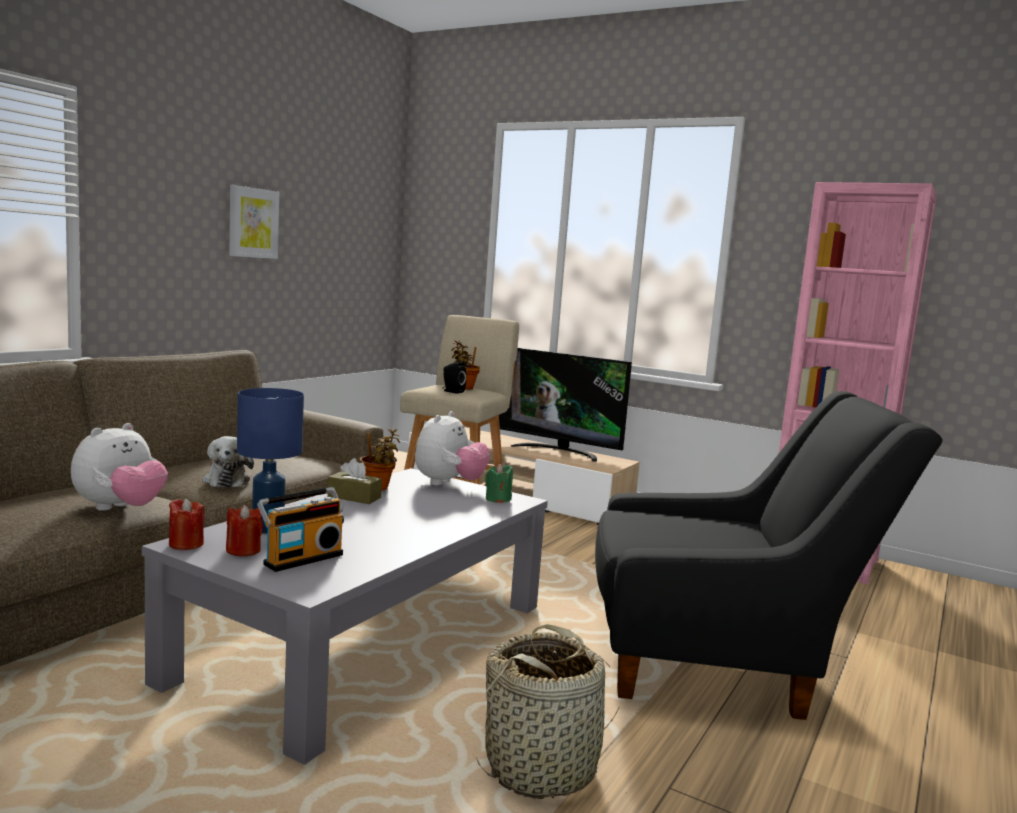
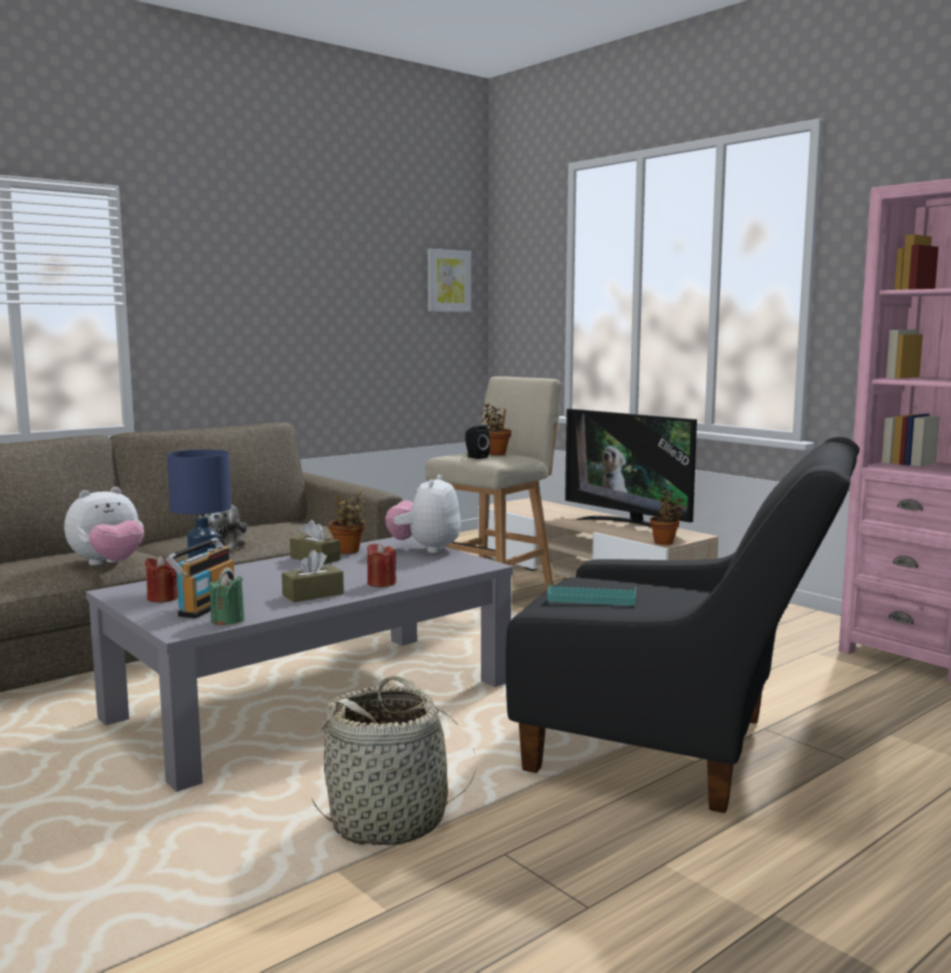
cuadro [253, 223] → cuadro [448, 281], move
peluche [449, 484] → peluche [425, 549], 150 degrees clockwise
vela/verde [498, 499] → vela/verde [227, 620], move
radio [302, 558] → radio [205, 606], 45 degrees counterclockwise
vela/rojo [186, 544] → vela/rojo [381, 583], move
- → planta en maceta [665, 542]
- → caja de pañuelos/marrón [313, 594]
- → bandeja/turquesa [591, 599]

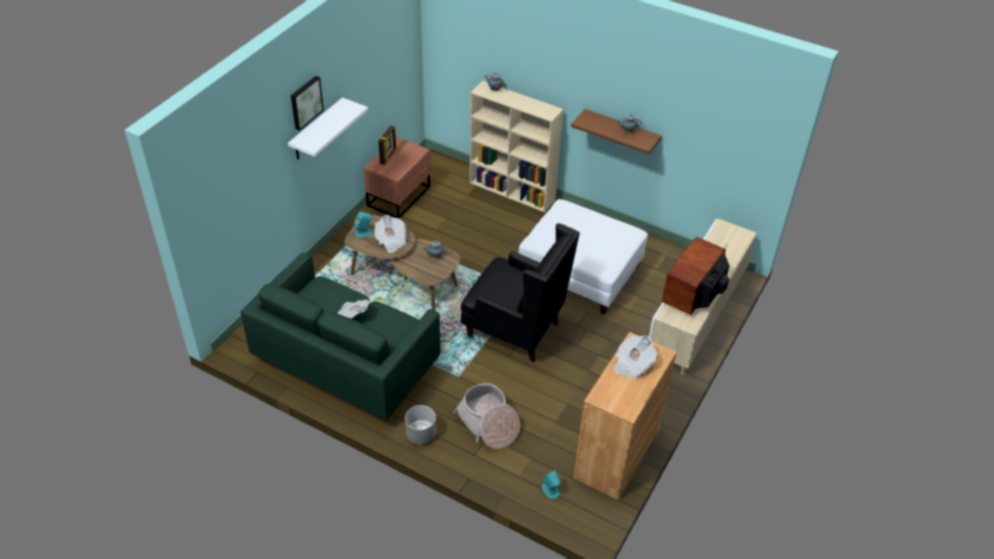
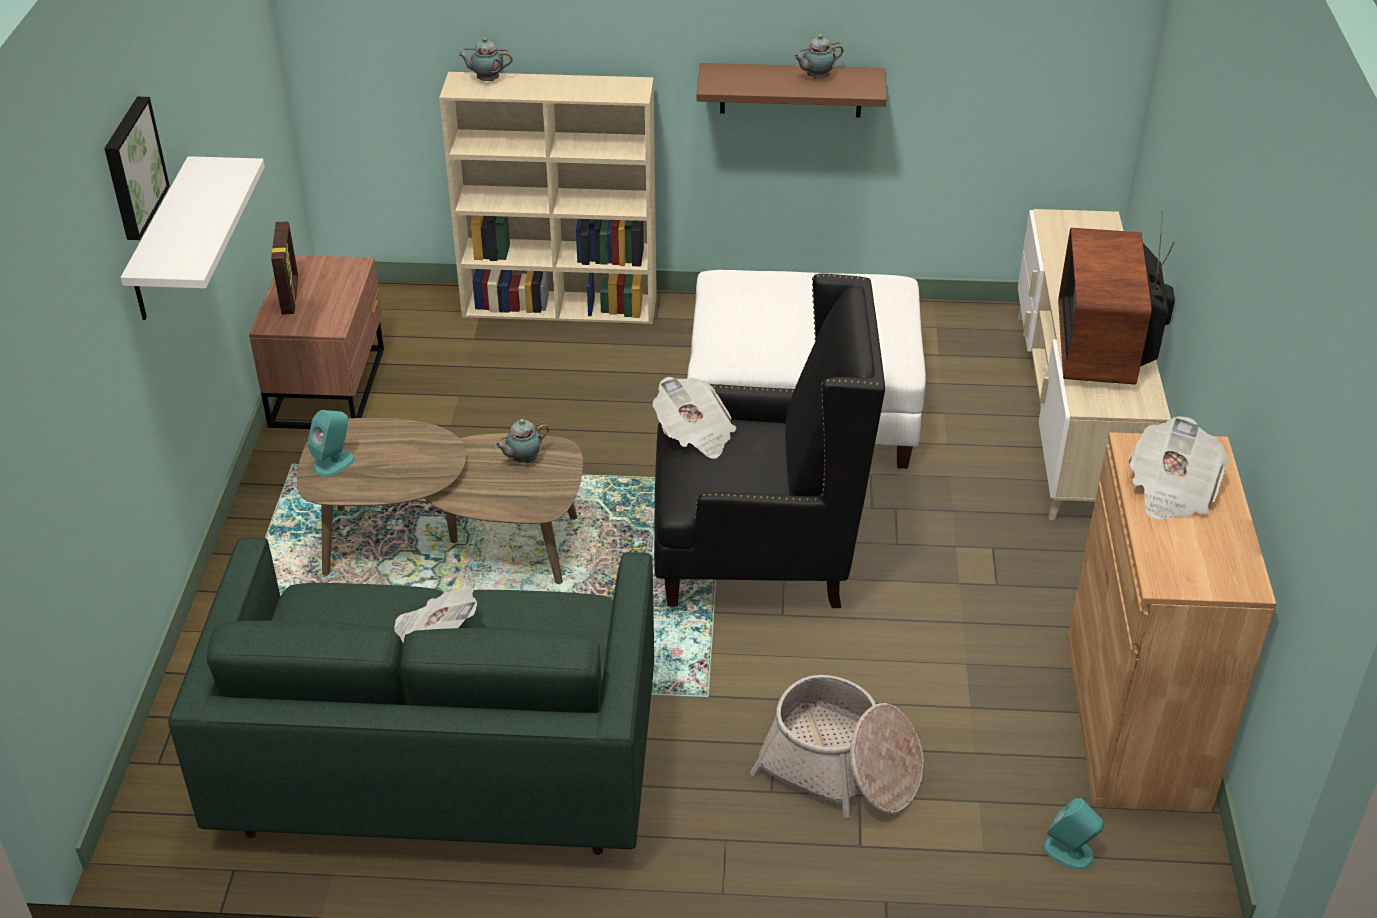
periódico [391, 241] → periódico [695, 434], move
maceta/gris [420, 435] → -

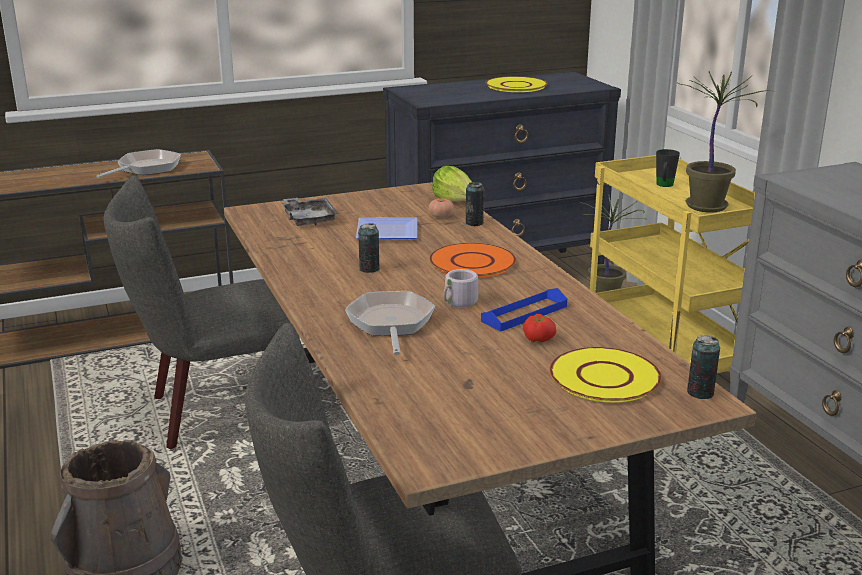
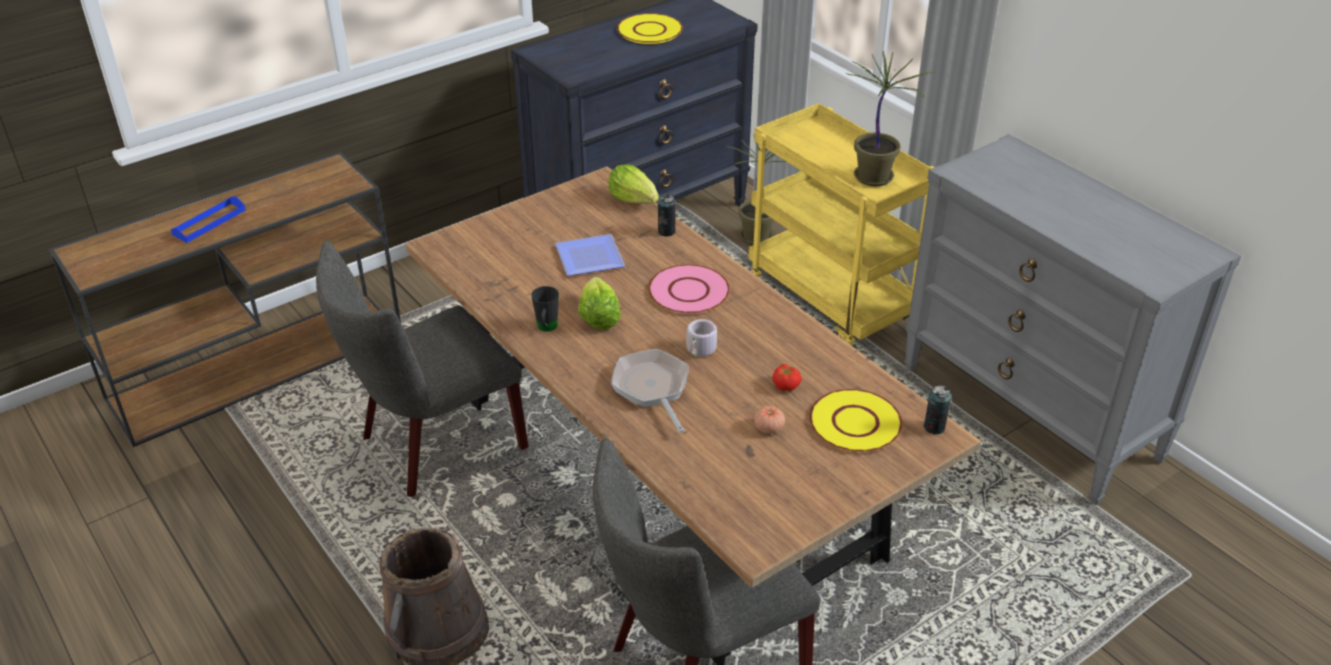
sartén [146, 168] → -
taza grande/negro [664, 186] → taza grande/negro [546, 329], move
bandeja/gris [309, 219] → -
tomate [441, 216] → tomate [768, 428], move
lata [369, 269] → lechuga [598, 317]
plato/naranja [473, 262] → plato/rosa [689, 291]
bandeja/azul [524, 314] → bandeja/azul [209, 222], move

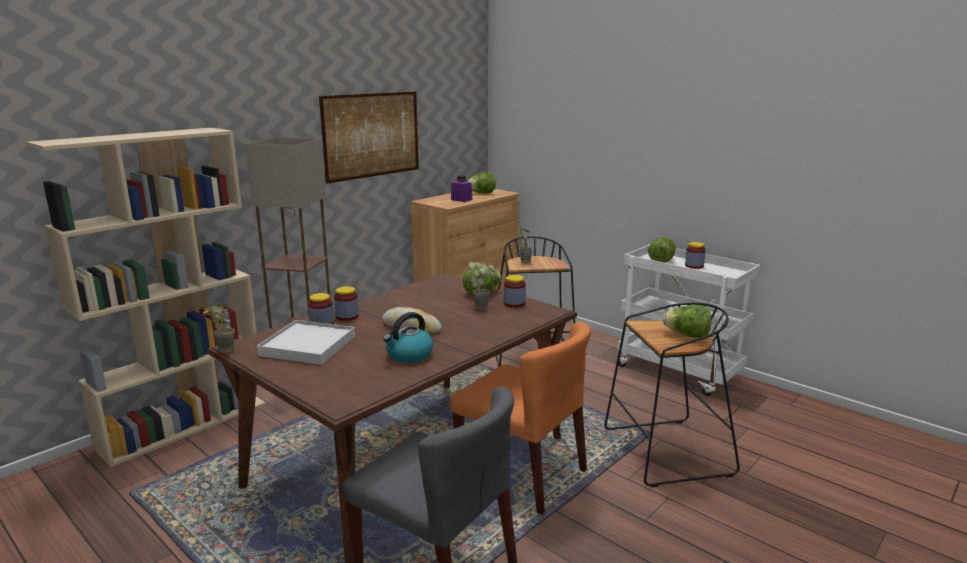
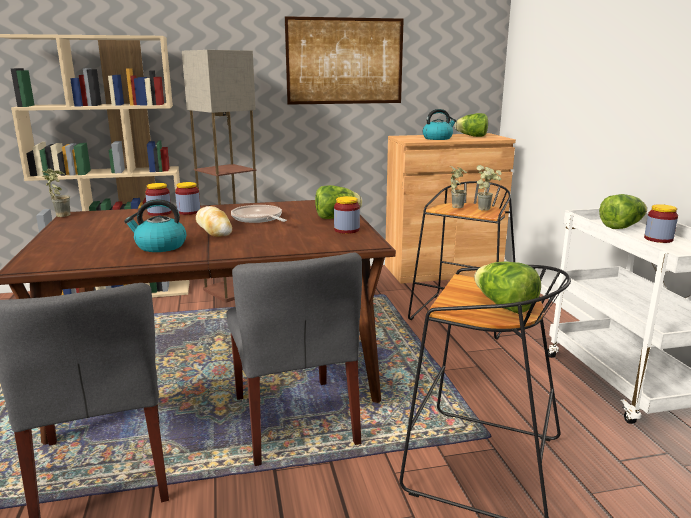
tarro/morado [461, 199] → hervidor [438, 138]
planta en maceta [482, 306] → planta en maceta [486, 209], move
bandeja/blanco [307, 346] → -
silla/naranja [522, 473] → silla/gris [295, 420]
- → sartén [258, 219]

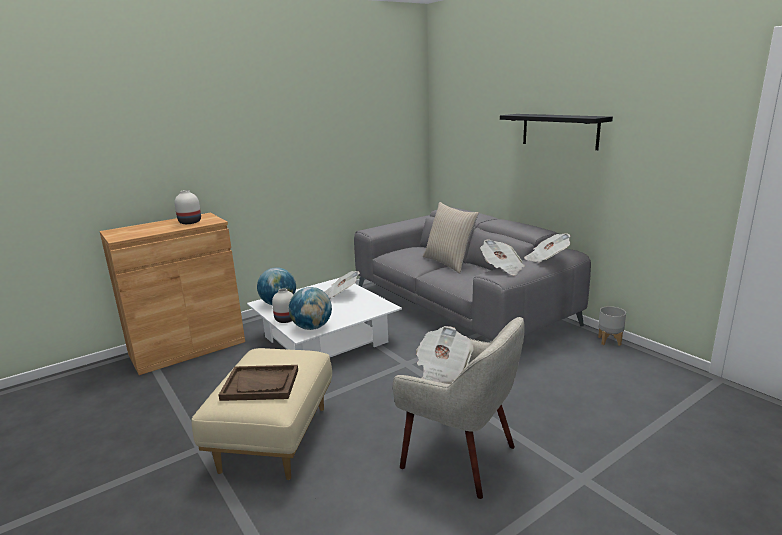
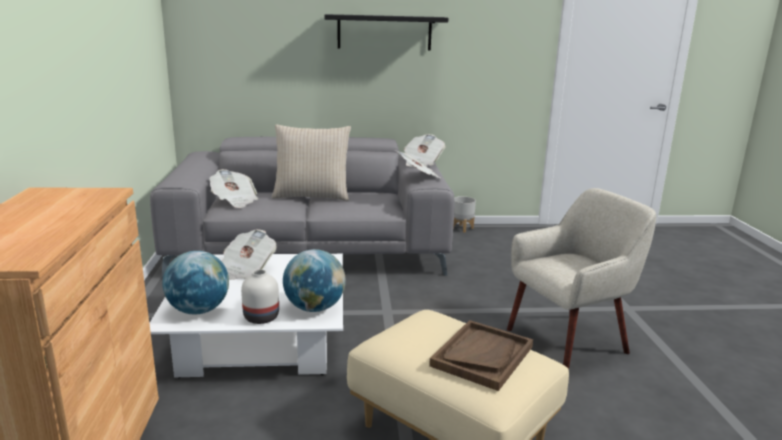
florero/blanco [190, 222] → -
periódico [442, 370] → periódico [234, 201], move

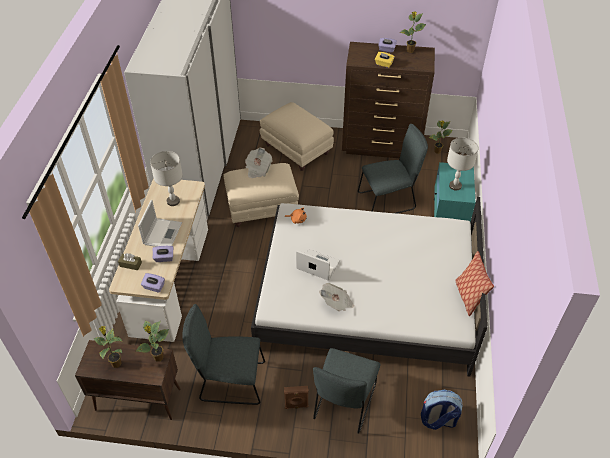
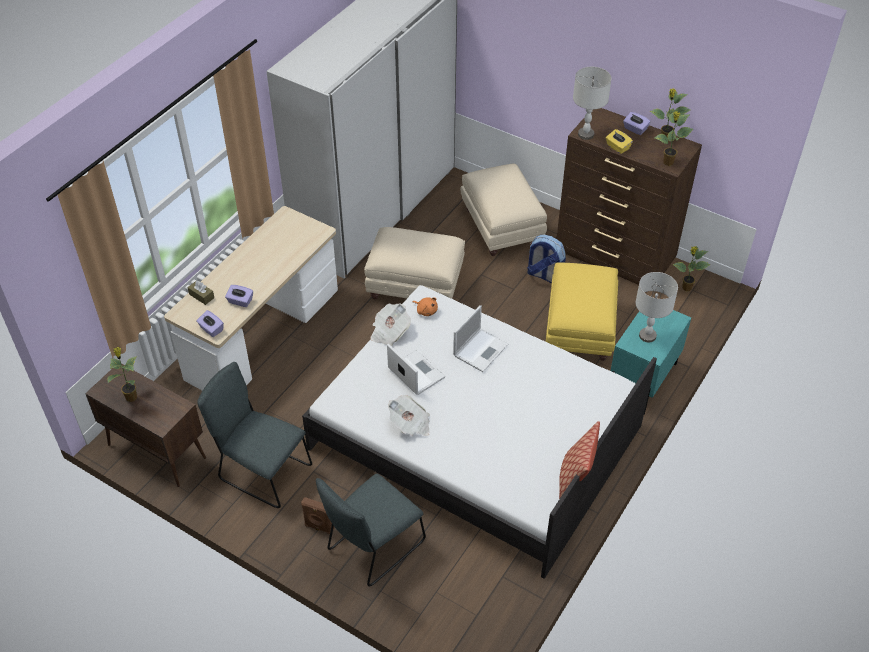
silla/gris [389, 201] → puf/amarillo [579, 330]
periódico [258, 169] → periódico [389, 332], move
lámpara de mesa/gris [173, 201] → lámpara de mesa/gris [586, 134], move
portátil [163, 233] → portátil [481, 349], move
planta en maceta [158, 358] → planta en maceta [668, 163], move
mochila [438, 420] → mochila [544, 275], move

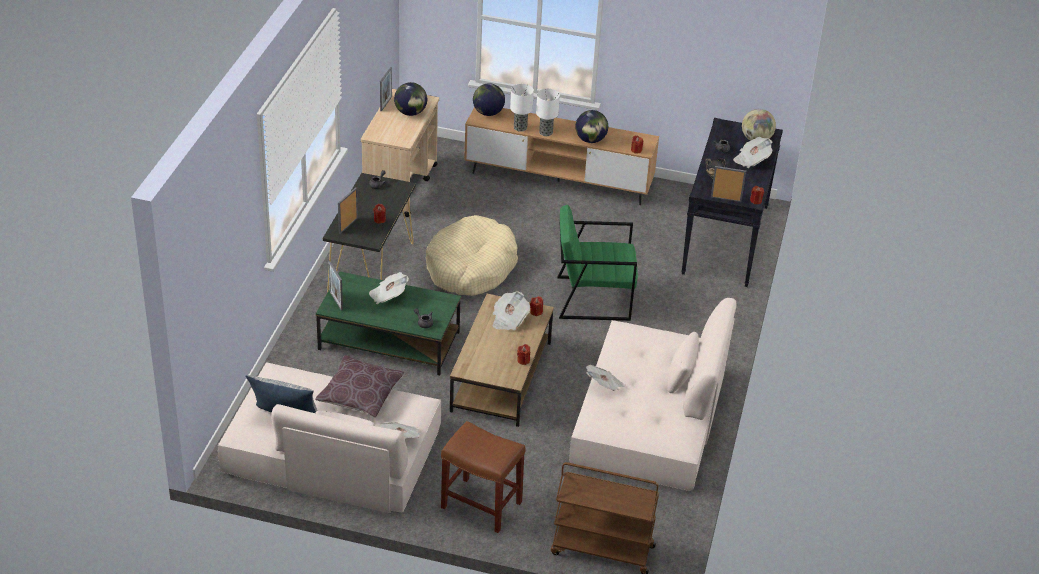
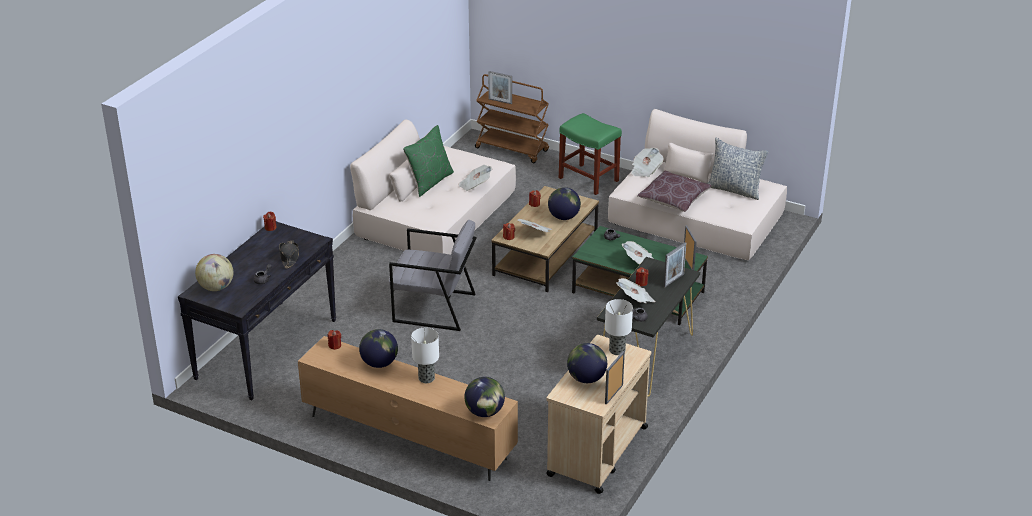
lámpara de mesa [520, 128] → lámpara de mesa [617, 350], move
periódico [751, 160] → periódico [635, 300], move
portarretratos [726, 199] → portarretratos [500, 101], move
sillón/verde [593, 298] → sillón/gris [434, 308]
cama para perro/beis [471, 268] → -
taburete/marrón [480, 505] → taburete/verde [589, 179]
- → cojín/verde [429, 182]
- → globo terráqueo [564, 217]

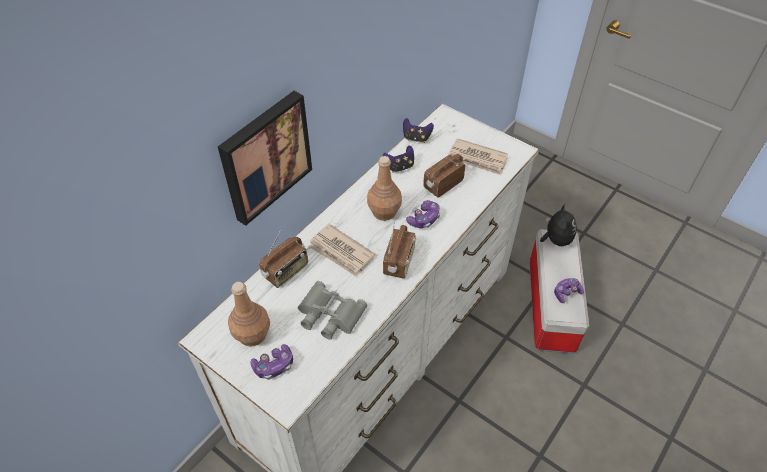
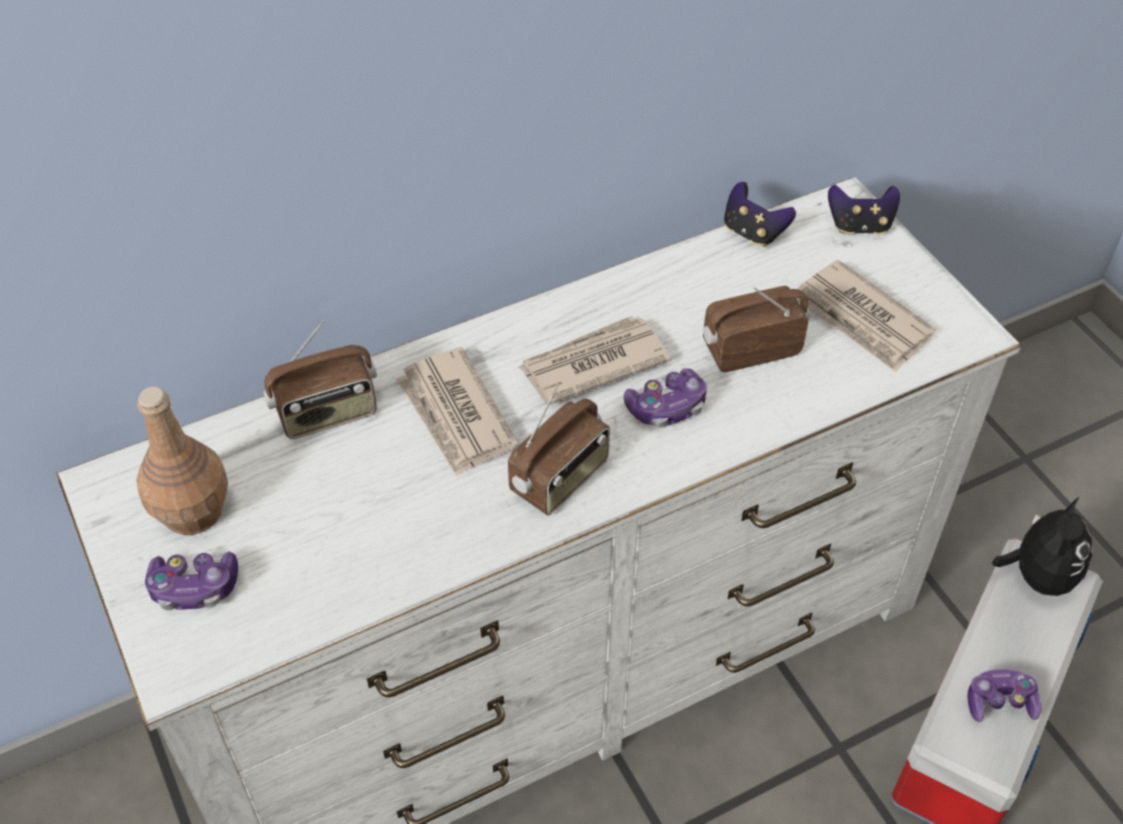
cuadro [264, 156] → -
mando de consola [399, 167] → mando de consola [859, 226], move
botella/marrón [384, 212] → periódico [592, 364]
prismáticos/gris [328, 315] → -

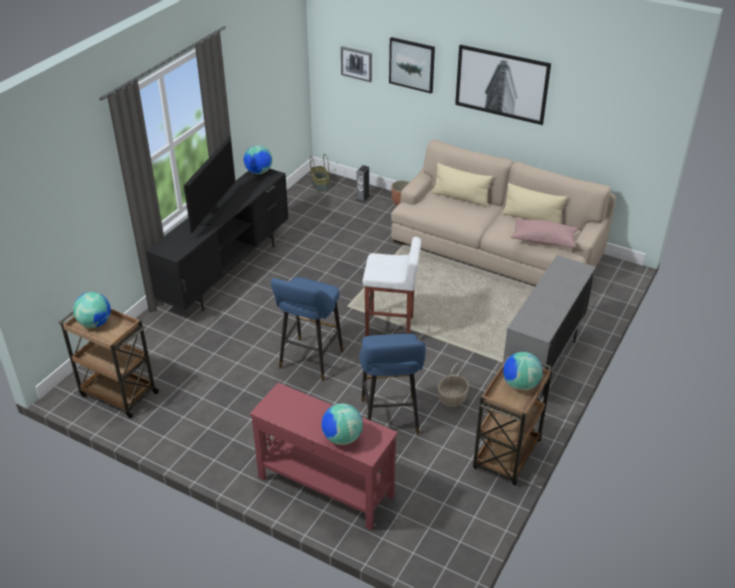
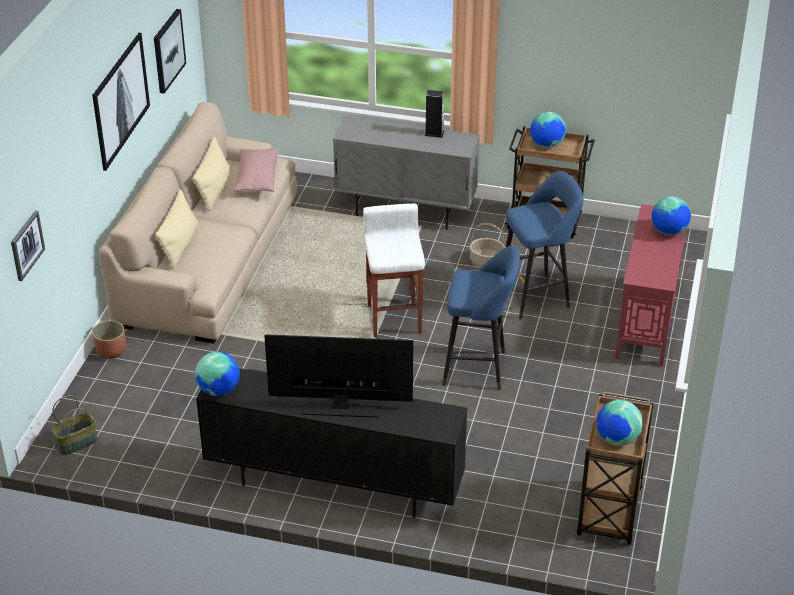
cuadro [412, 64] → cuadro [168, 50], move
altavoz [363, 198] → altavoz [434, 133], move

